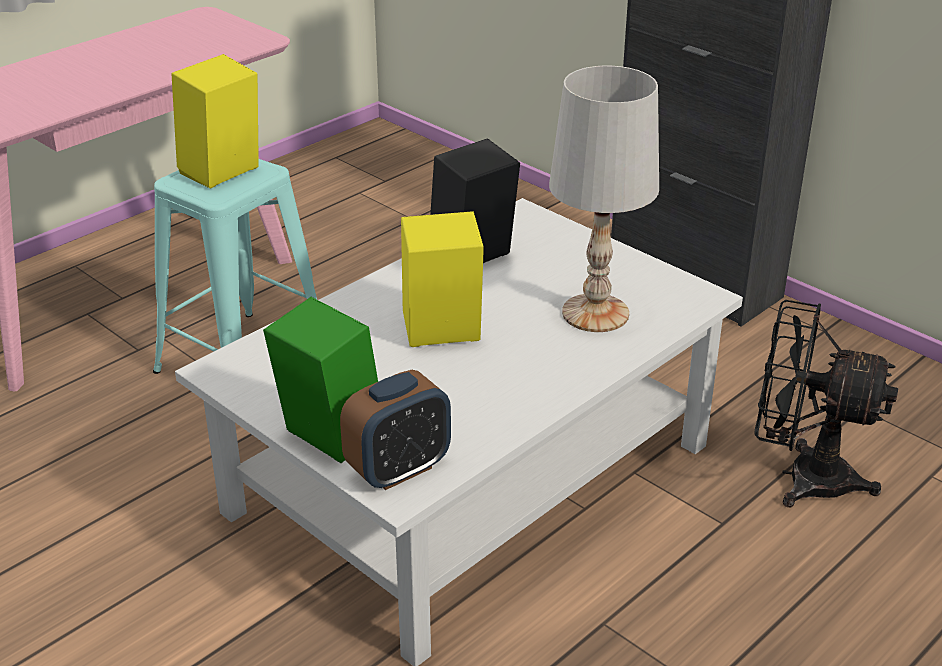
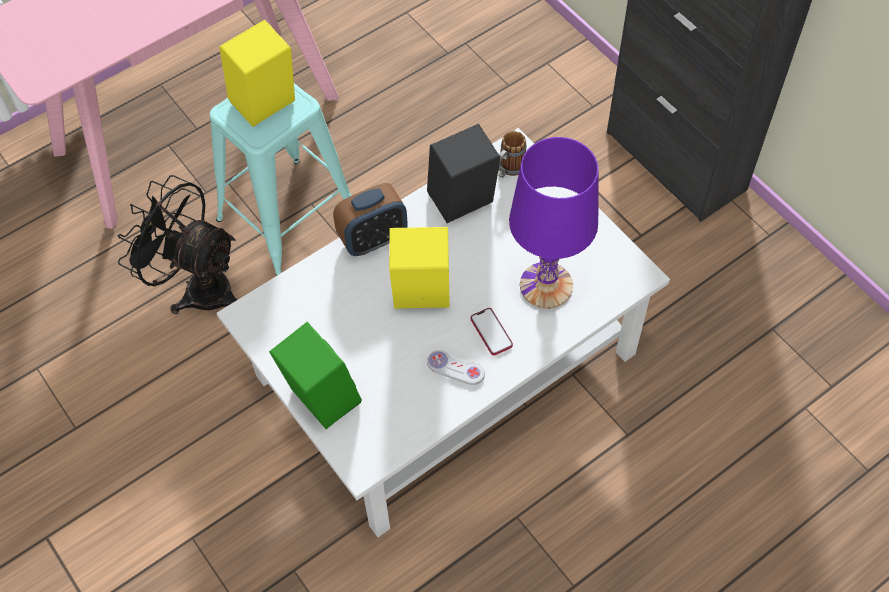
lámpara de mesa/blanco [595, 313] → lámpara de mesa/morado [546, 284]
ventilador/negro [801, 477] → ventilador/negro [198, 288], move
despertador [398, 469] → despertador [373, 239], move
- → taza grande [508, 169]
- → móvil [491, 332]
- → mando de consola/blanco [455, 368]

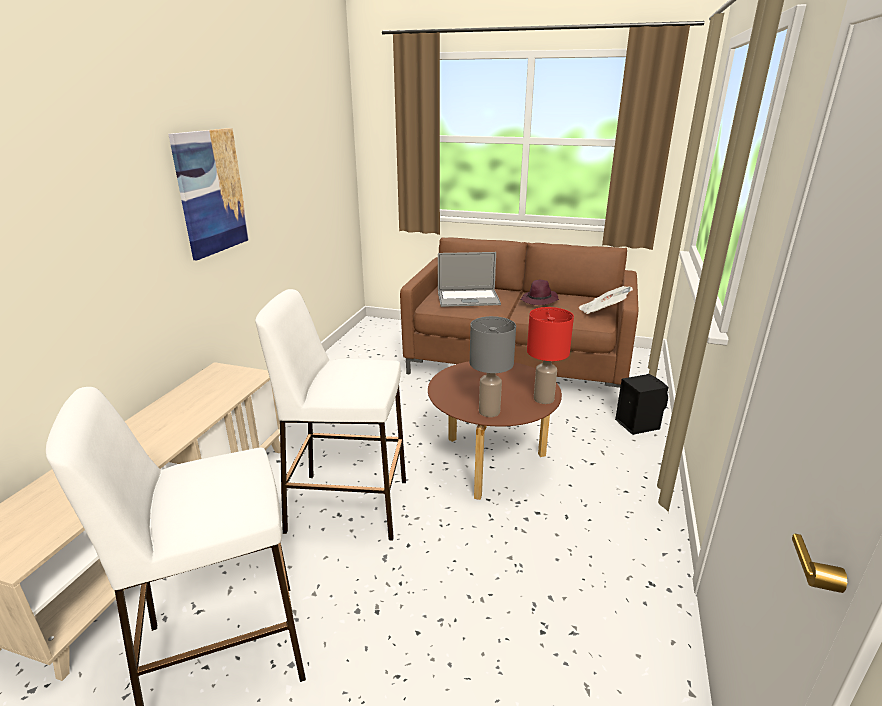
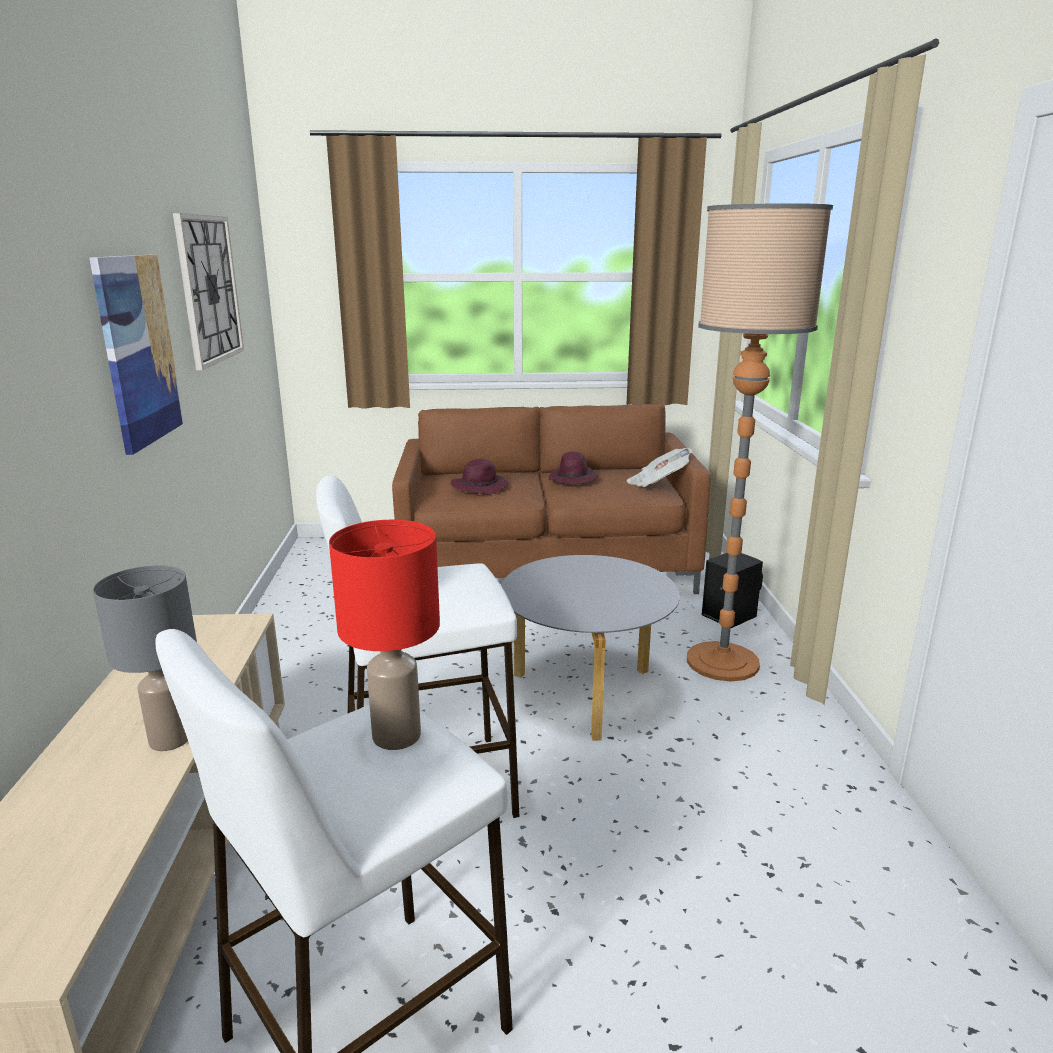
portátil [468, 299] → sombrero/morado [480, 487]
lámpara de mesa/rojo [544, 398] → lámpara de mesa/rojo [397, 735], move
lámpara de mesa/gris [489, 412] → lámpara de mesa/gris [169, 740], move
mesa de centro/marrón [490, 462] → mesa de centro/gris [586, 692]
- → lámpara de pie [723, 662]
- → reloj de pared [209, 289]

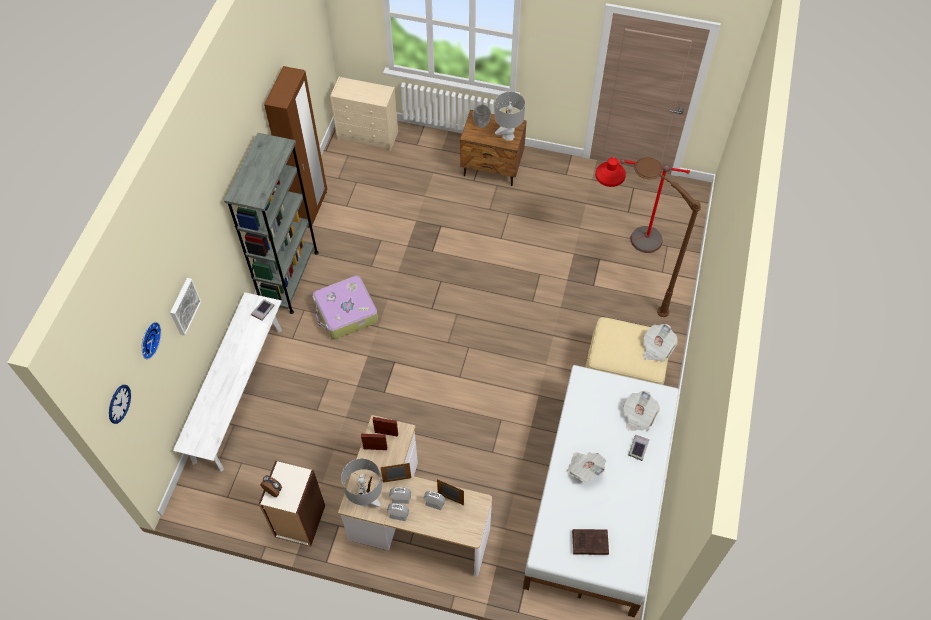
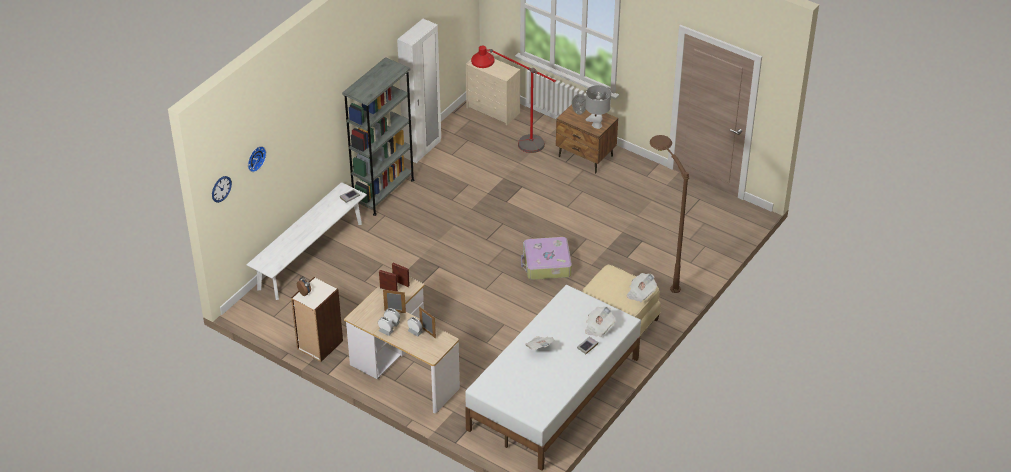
armario ropero/marrón [311, 208] → armario ropero/blanco [422, 149]
lámpara de pie/rojo [625, 246] → lámpara de pie/rojo [512, 144], move
maleta [345, 313] → maleta [546, 264], move
cuadro [183, 306] → -
lámpara de mesa/gris [366, 500] → -
libro/marrón [589, 543] → -

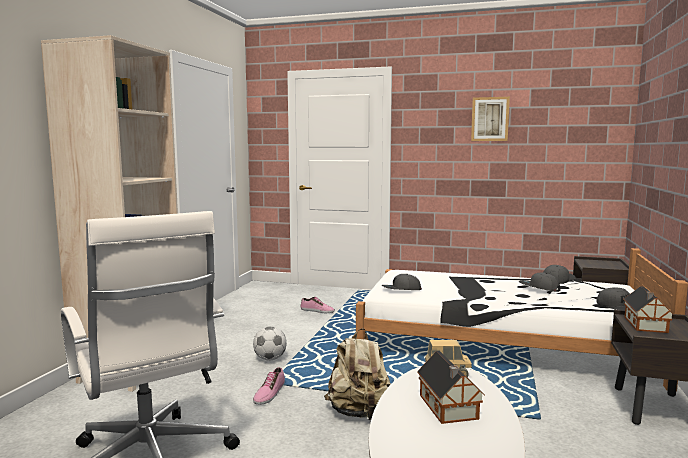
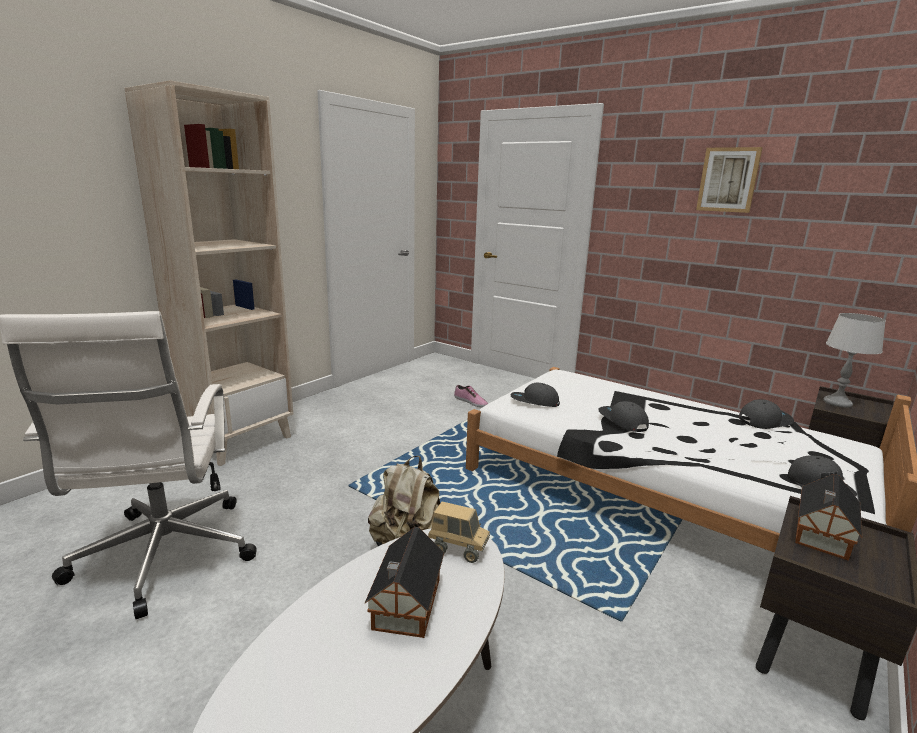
gorra/gris [539, 288] → gorra/gris [622, 421], move
balón de fútbol [270, 359] → -
zapato [269, 393] → -
- → lámpara de mesa/gris [838, 403]

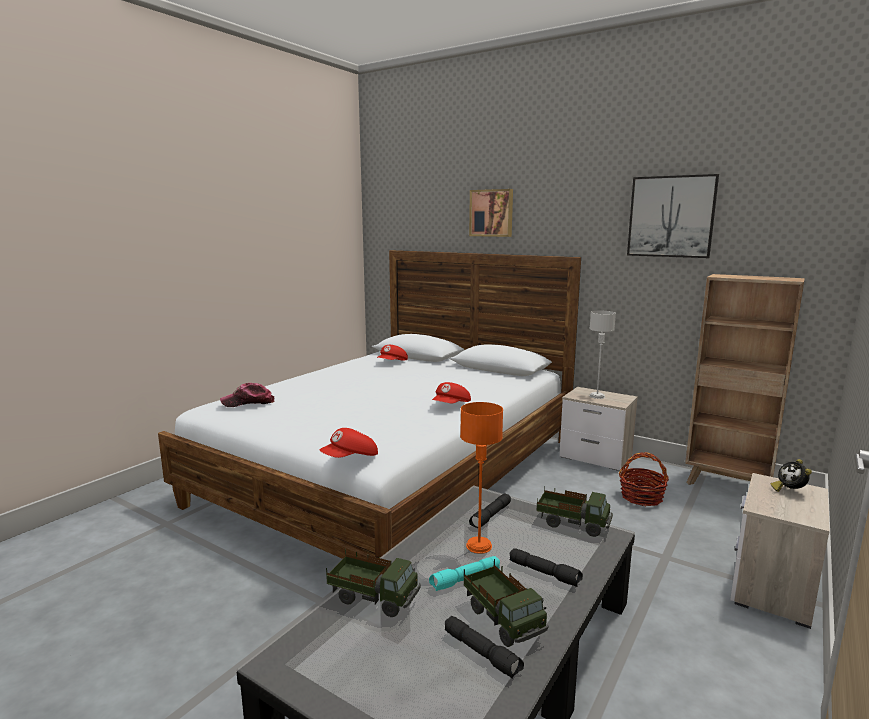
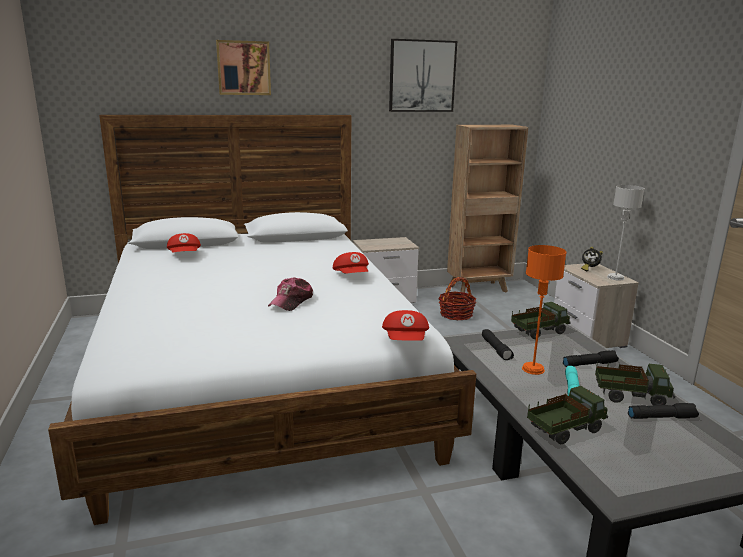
lámpara de mesa/gris [597, 396] → lámpara de mesa/gris [615, 277], move
gorra [248, 402] → gorra [291, 301], move

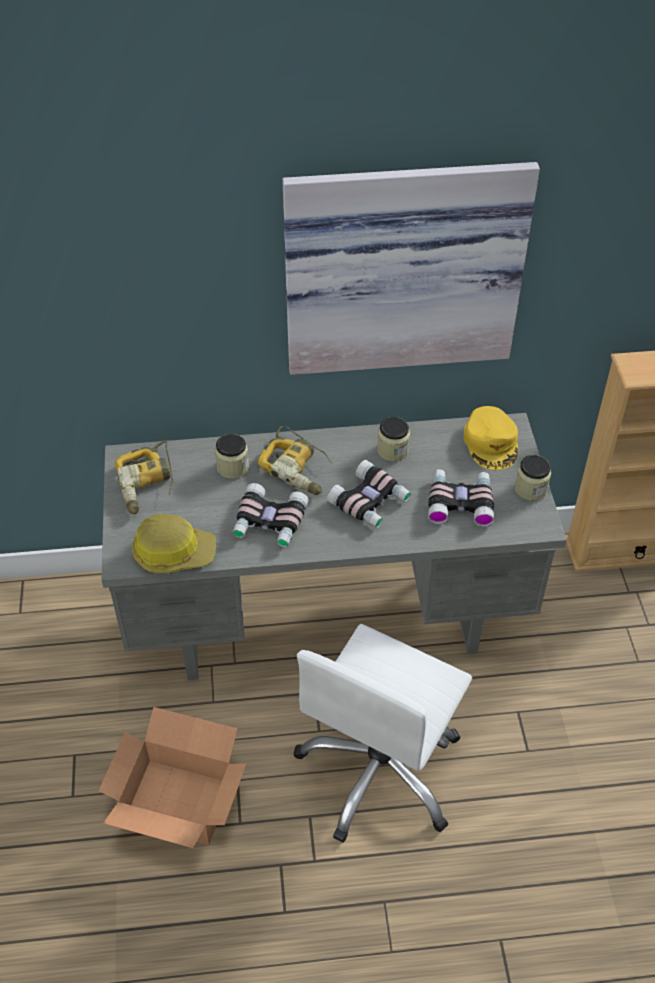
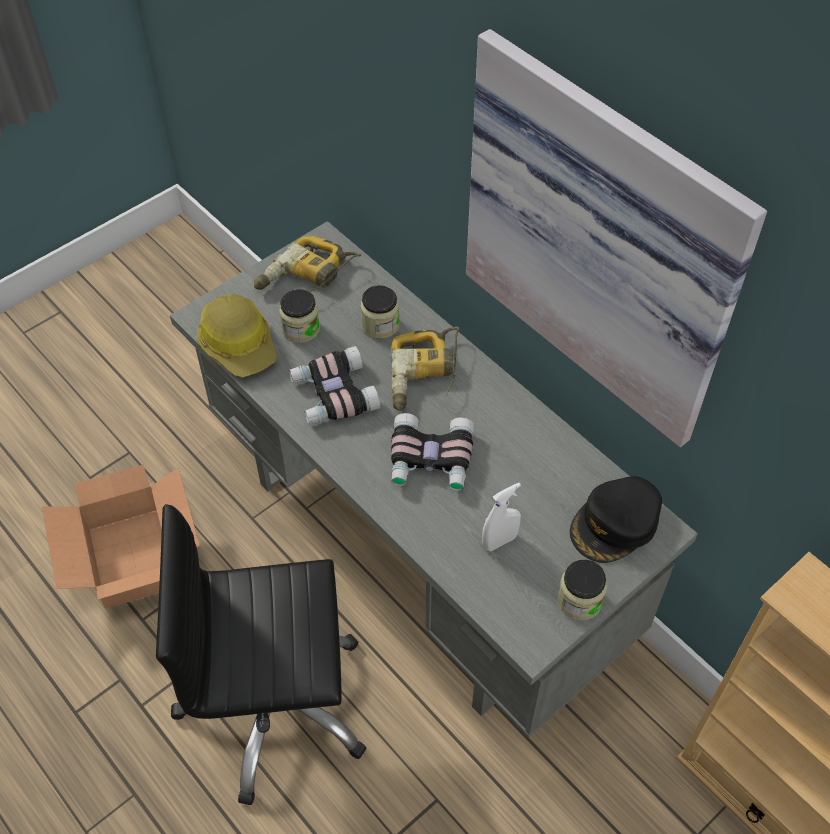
gorra/amarillo [491, 443] → gorra/negro [615, 524]
tarro [392, 450] → tarro [301, 329], move
prismáticos [460, 502] → pulverizador/blanco [499, 541]
silla de oficina/blanco [381, 770] → silla de oficina/negro [275, 705]

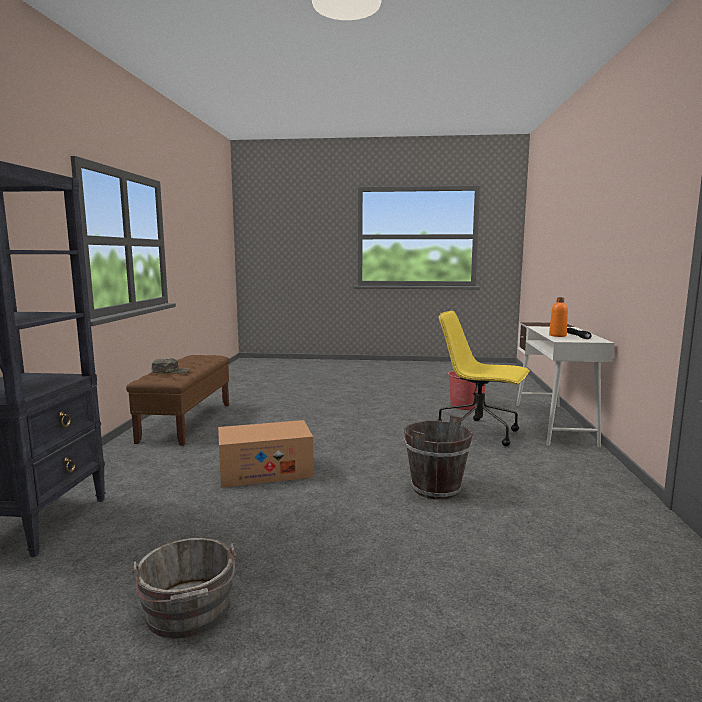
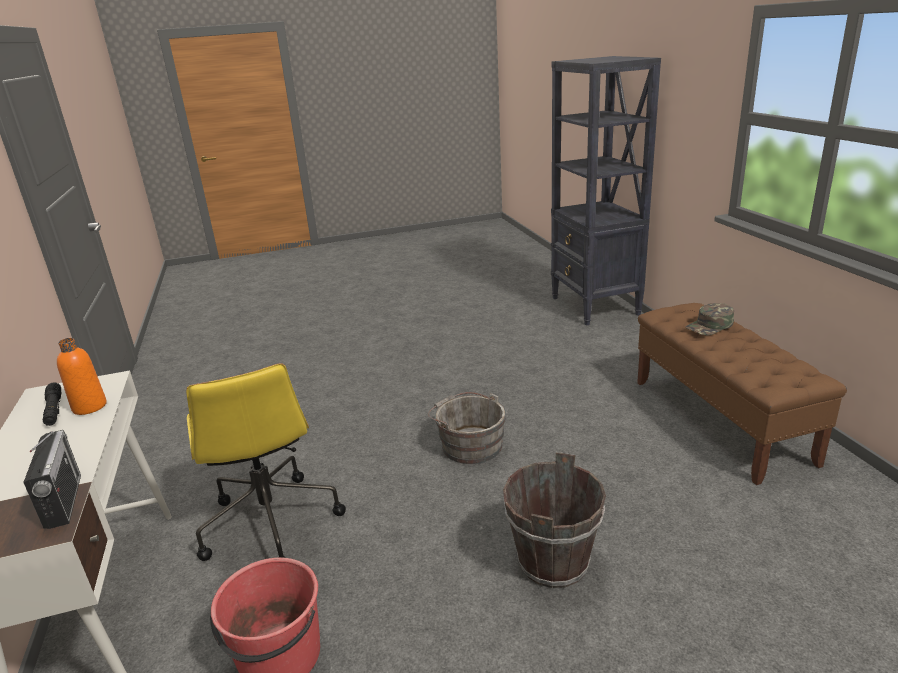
silla de oficina/amarillo [479, 433] → silla de oficina/amarillo [270, 522], 60 degrees clockwise
cubo/marrón [436, 489] → cubo/marrón [552, 561], move
caja de cartón [265, 471] → -
cubo/gris [189, 613] → cubo/gris [469, 444], move
- → radio [64, 501]

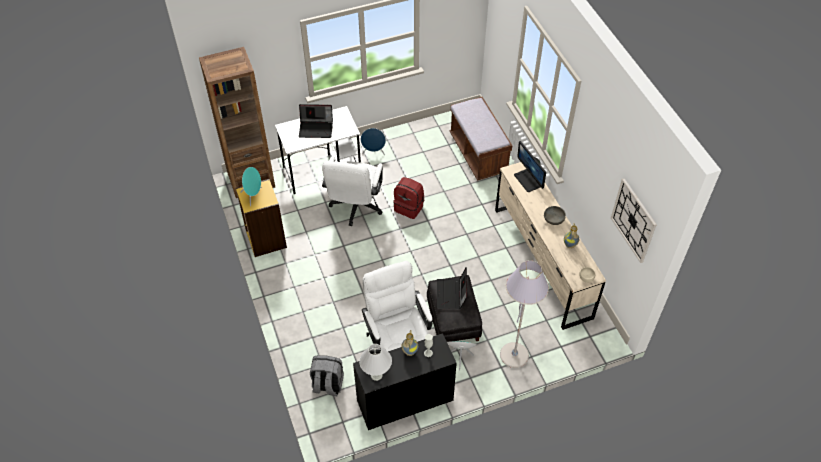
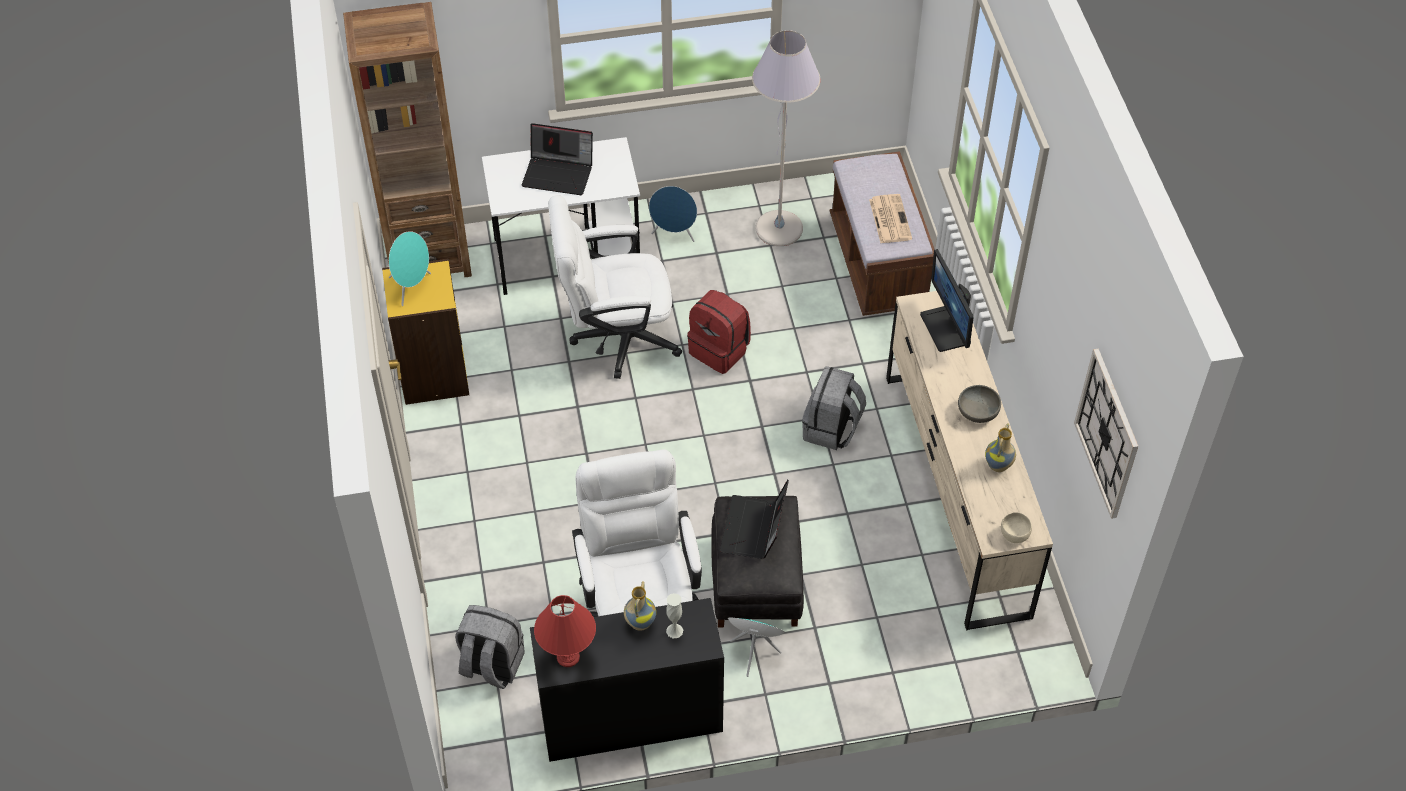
silla de oficina/blanco [355, 208] → silla de oficina/blanco [615, 337], 60 degrees clockwise
lámpara de pie/gris [514, 355] → lámpara de pie/gris [779, 229], move
lámpara de mesa/blanco [376, 375] → lámpara de mesa/rojo [568, 657]
- → periódico [889, 219]
- → mochila/gris [831, 429]

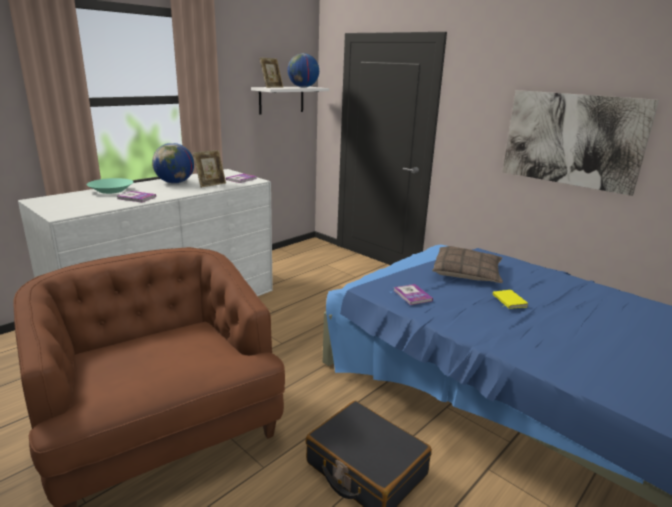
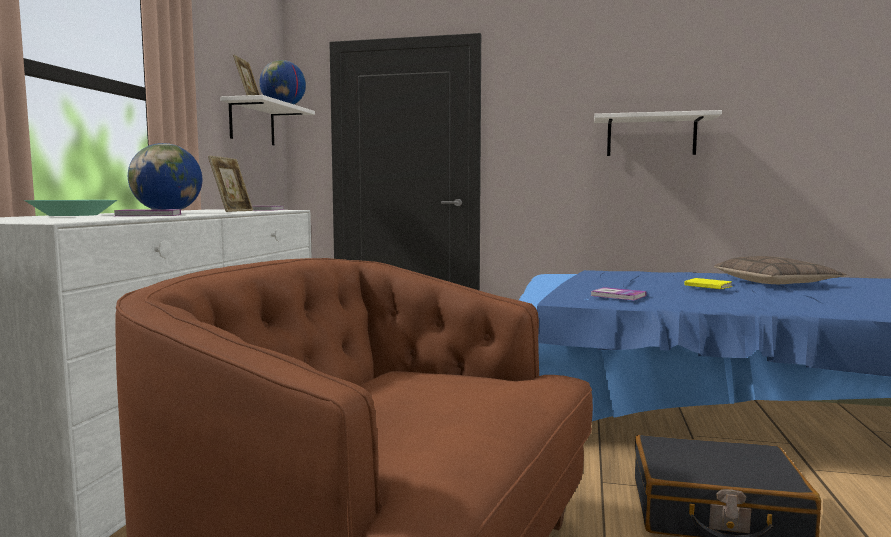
cuadro [572, 140] → estante/blanco [651, 136]
cojín [467, 273] → cojín [776, 283], move

